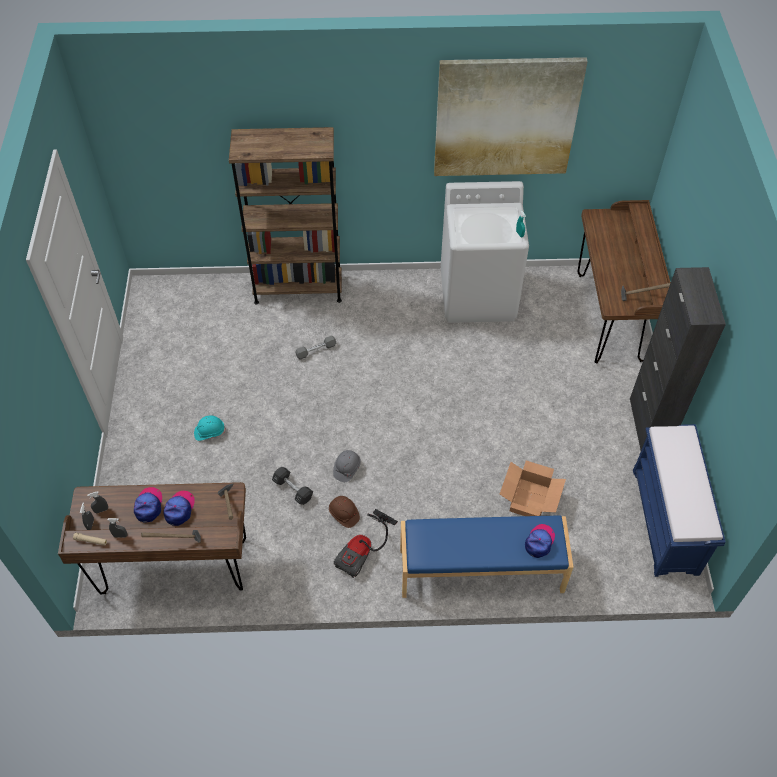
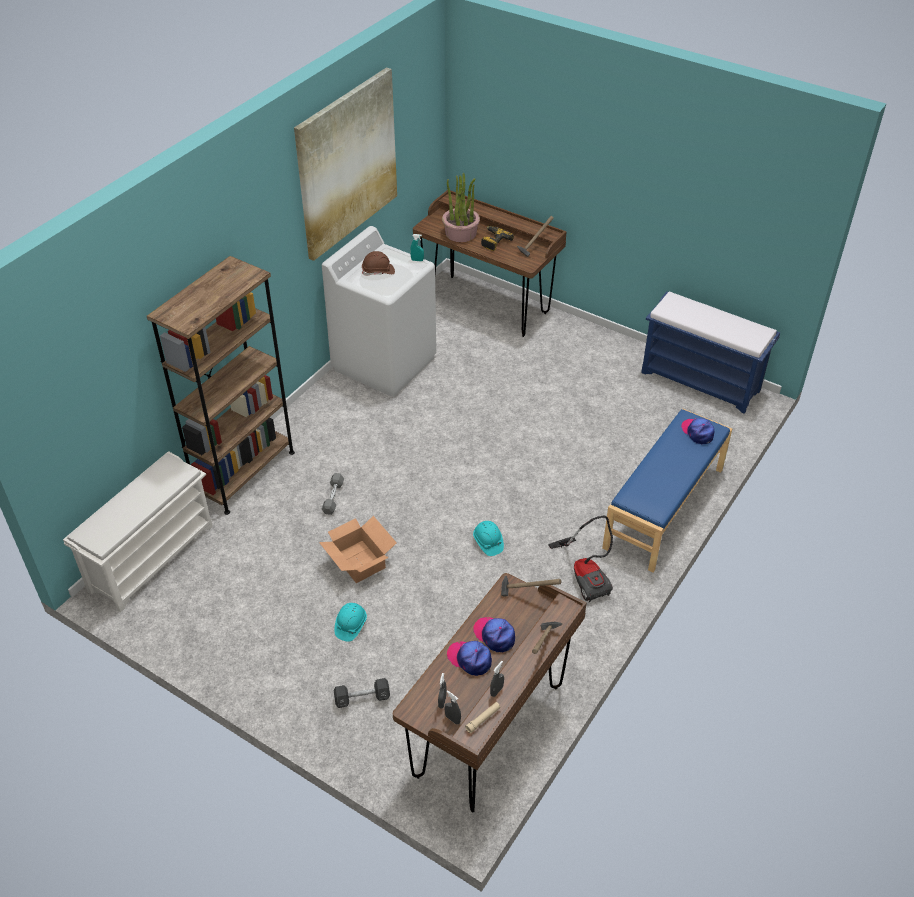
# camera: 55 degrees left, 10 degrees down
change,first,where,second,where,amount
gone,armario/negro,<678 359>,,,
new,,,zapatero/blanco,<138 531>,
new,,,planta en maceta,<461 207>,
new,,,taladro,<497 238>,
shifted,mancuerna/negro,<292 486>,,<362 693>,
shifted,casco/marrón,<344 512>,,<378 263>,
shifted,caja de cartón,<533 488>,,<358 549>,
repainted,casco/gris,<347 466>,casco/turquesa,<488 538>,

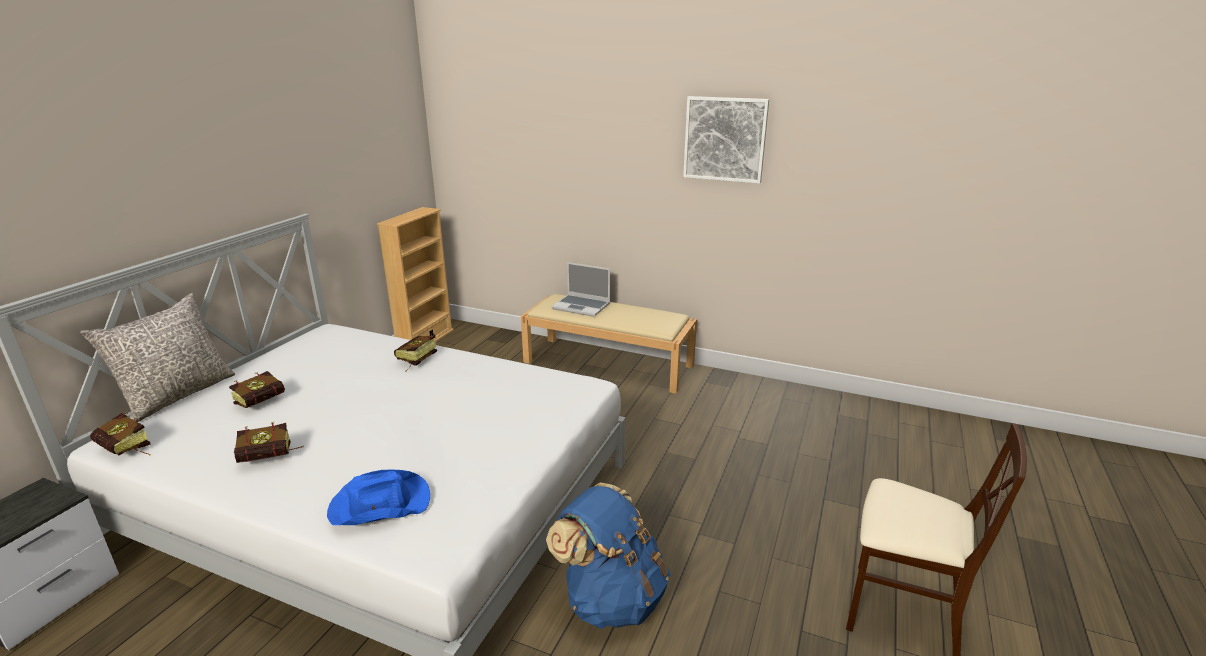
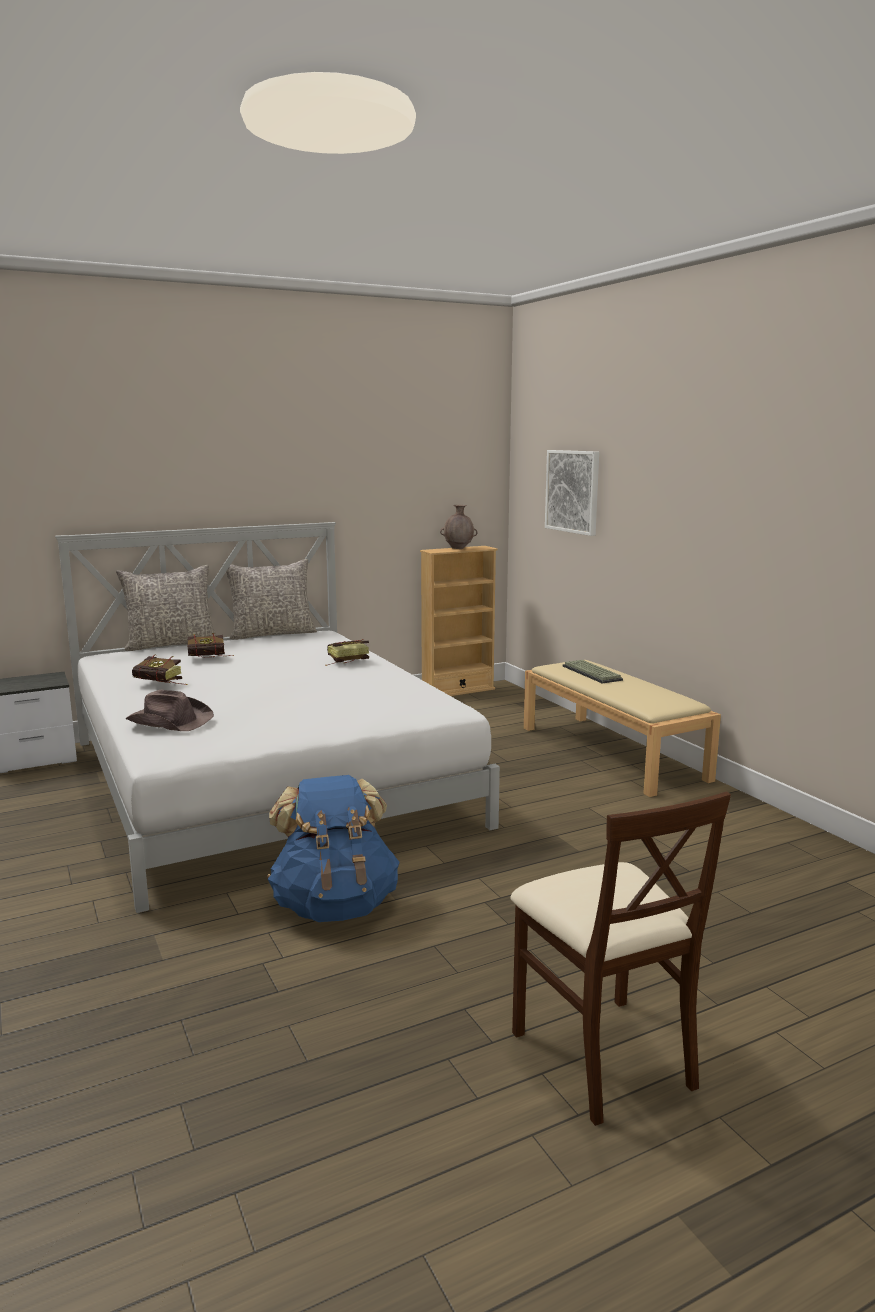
# camera: 40 degrees right, 10 degrees down
change,first,where,second,where,amount
gone,libro,<120 434>,,,
new,,,cojín/gris,<270 599>,
new,,,florero/marrón,<459 527>,
shifted,cuadro,<726 140>,,<572 493>,
swapped,portátil,<581 289>,teclado,<593 672>,
repainted,sombrero/azul,<378 497>,sombrero/marrón,<169 710>,

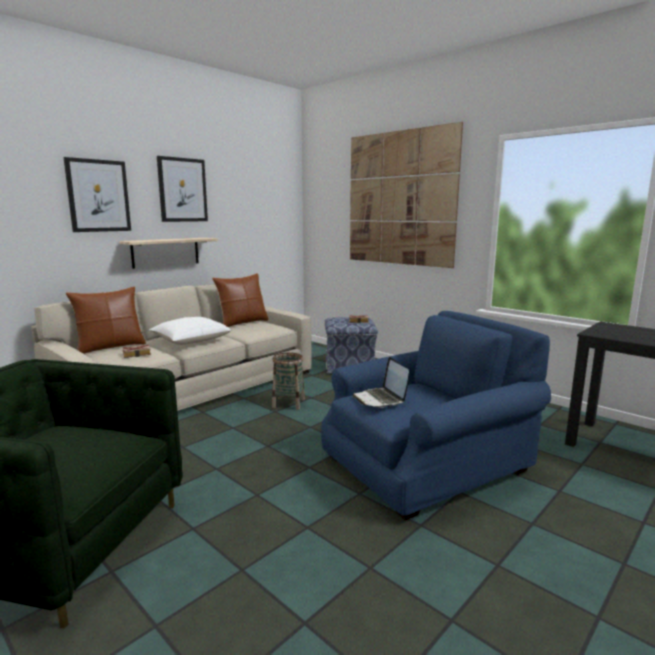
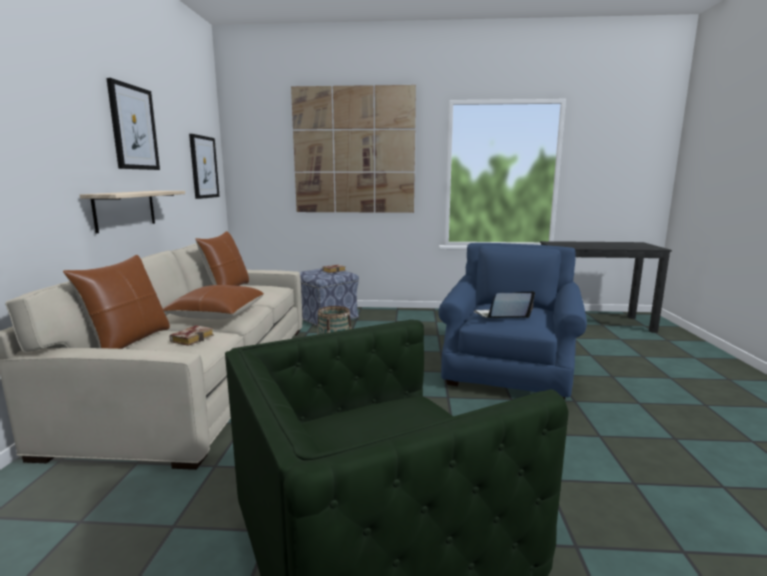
# camera: 40 degrees left, 0 degrees up
change,first,where,second,where,amount
shifted,cuadro,<97 194>,,<204 166>,
repainted,cojín/blanco,<190 331>,cojín/marrón,<213 302>,
rotated,portátil,<381 382>,,<504 304>,135 degrees clockwise

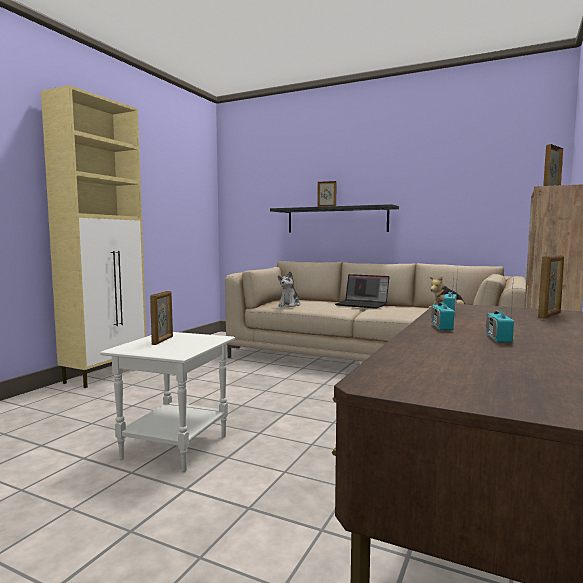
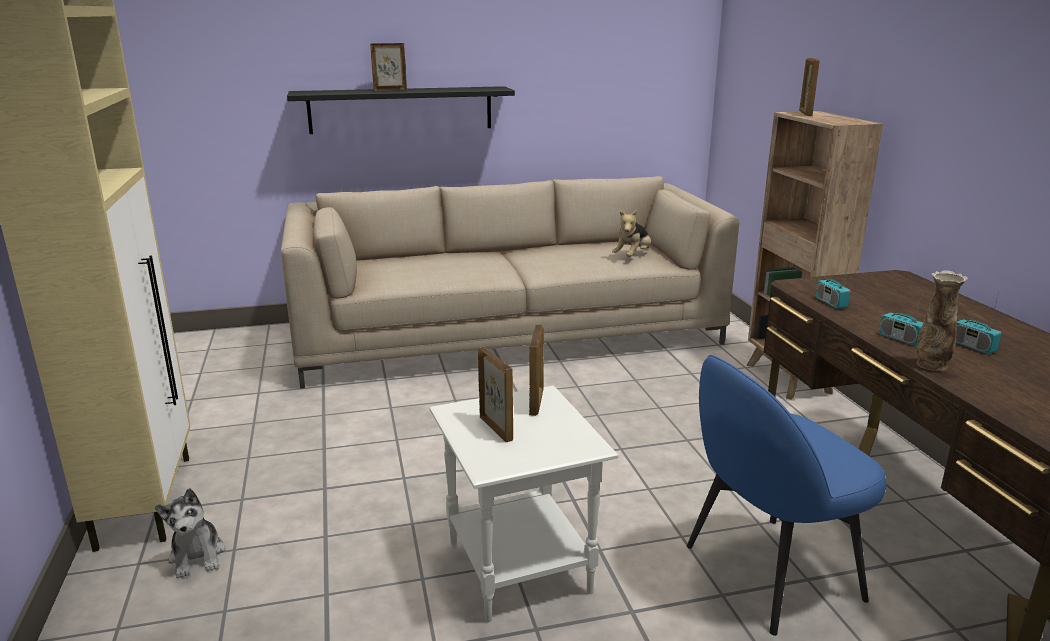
# camera: 40 degrees left, 15 degrees up
change,first,where,second,where,amount
gone,portátil,<362 291>,,,
new,,,silla/azul,<786 495>,
new,,,florero,<942 320>,
shifted,peluche,<289 289>,,<190 533>,
shifted,portarretratos,<551 287>,,<536 370>,

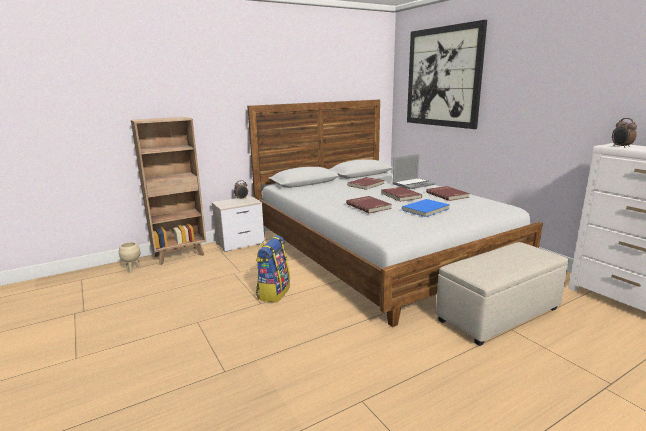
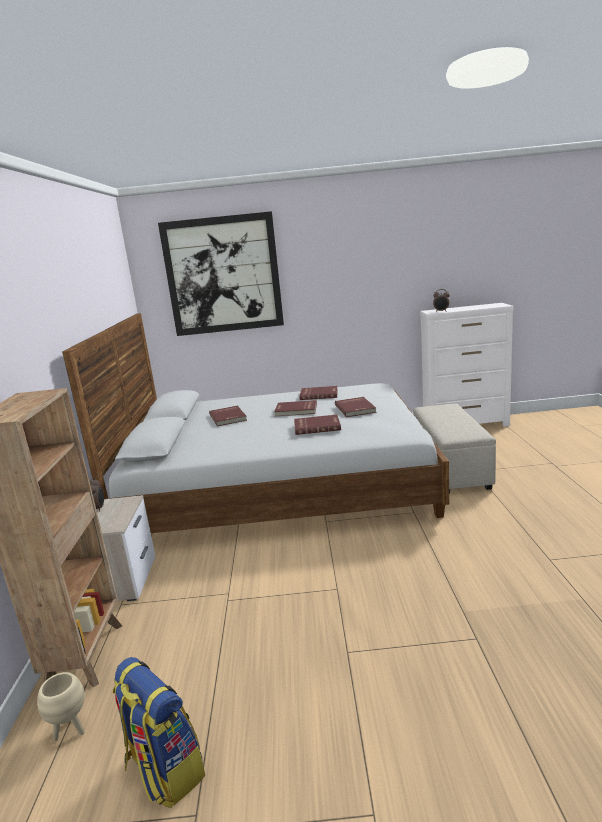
# camera: 60 degrees left, 0 degrees up
change,first,where,second,where,amount
gone,portátil,<414 171>,,,
shifted,mochila,<273 269>,,<159 732>,
repainted,libro/azul,<426 208>,libro/rojo,<356 407>,

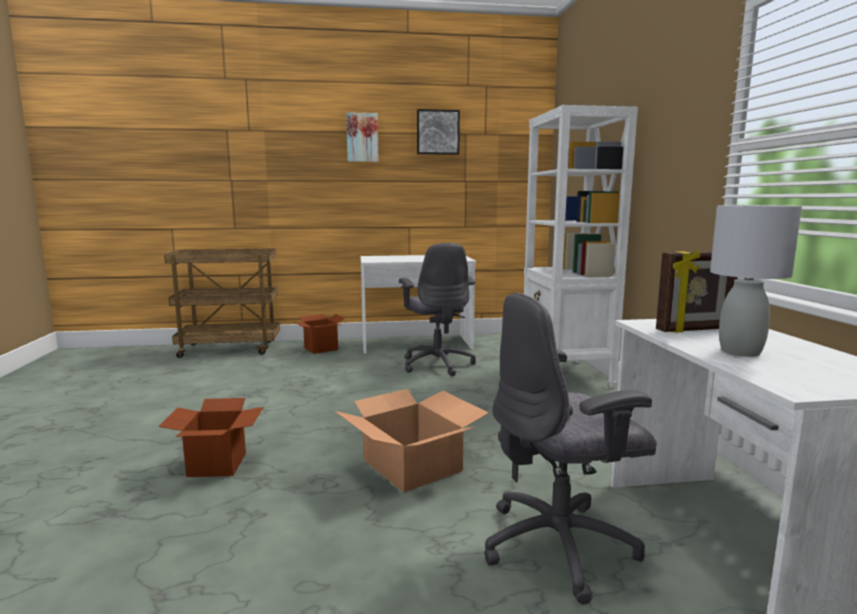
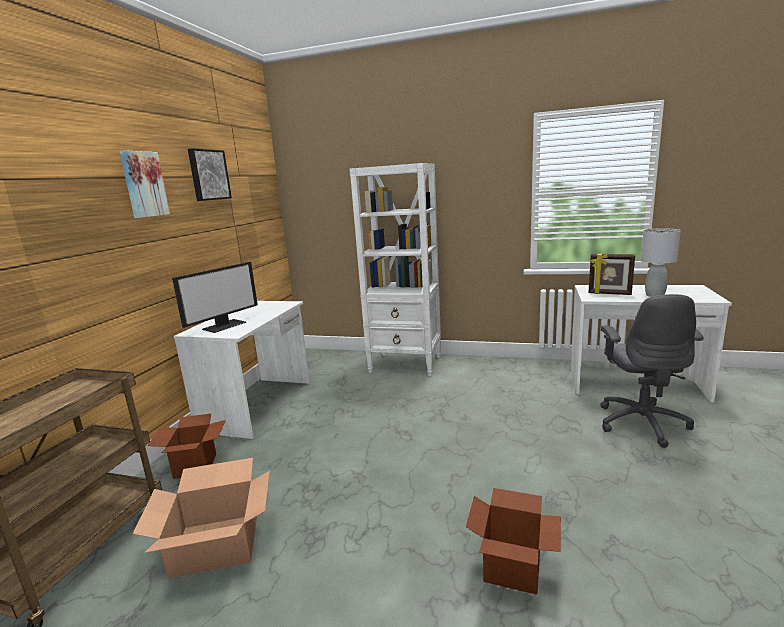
# camera: 65 degrees left, 5 degrees up
change,first,where,second,where,amount
gone,silla de oficina/gris,<437 309>,,,
new,,,monitor,<215 297>,
shifted,caja de cartón,<412 441>,,<201 518>,
rotated,portarretratos,<697 291>,,<611 274>,105 degrees clockwise

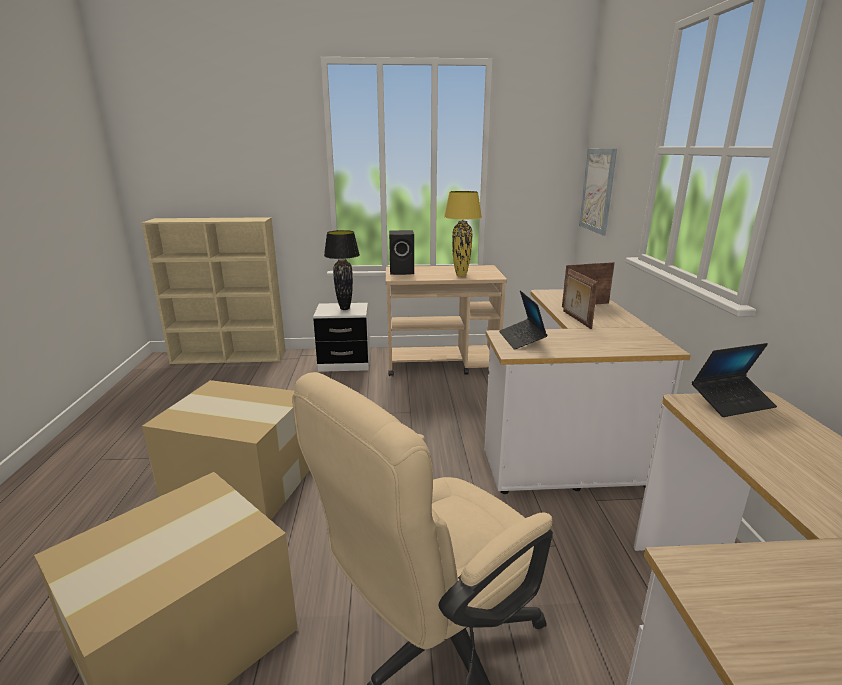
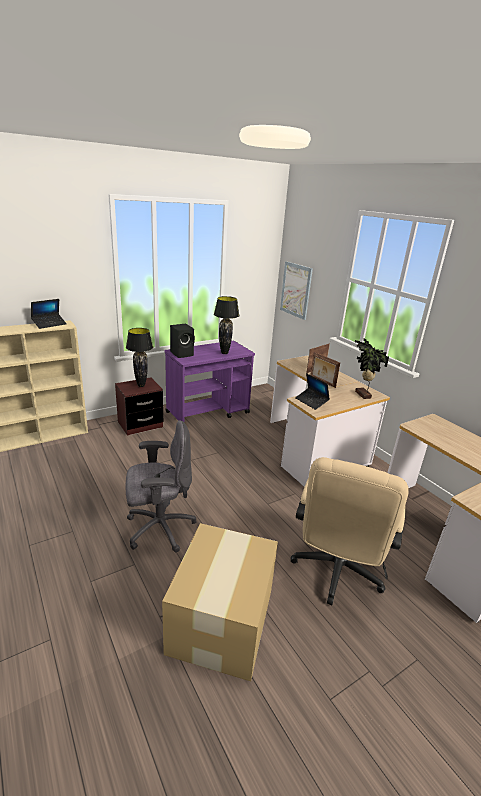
# camera: 30 degrees left, 5 degrees up
change,first,where,second,where,amount
new,,,planta en maceta,<372 368>,
shifted,portátil,<734 380>,,<49 314>,
swapped,caja de cartón,<226 450>,silla de oficina/gris,<161 486>,
repainted,mesita de noche/blanco,<341 337>,mesita de noche/marrón,<139 406>,
repainted,carrito/beis,<446 321>,carrito/morado,<210 381>,
repainted,lámpara de mesa/amarillo,<463 234>,lámpara de mesa/negro,<226 325>,

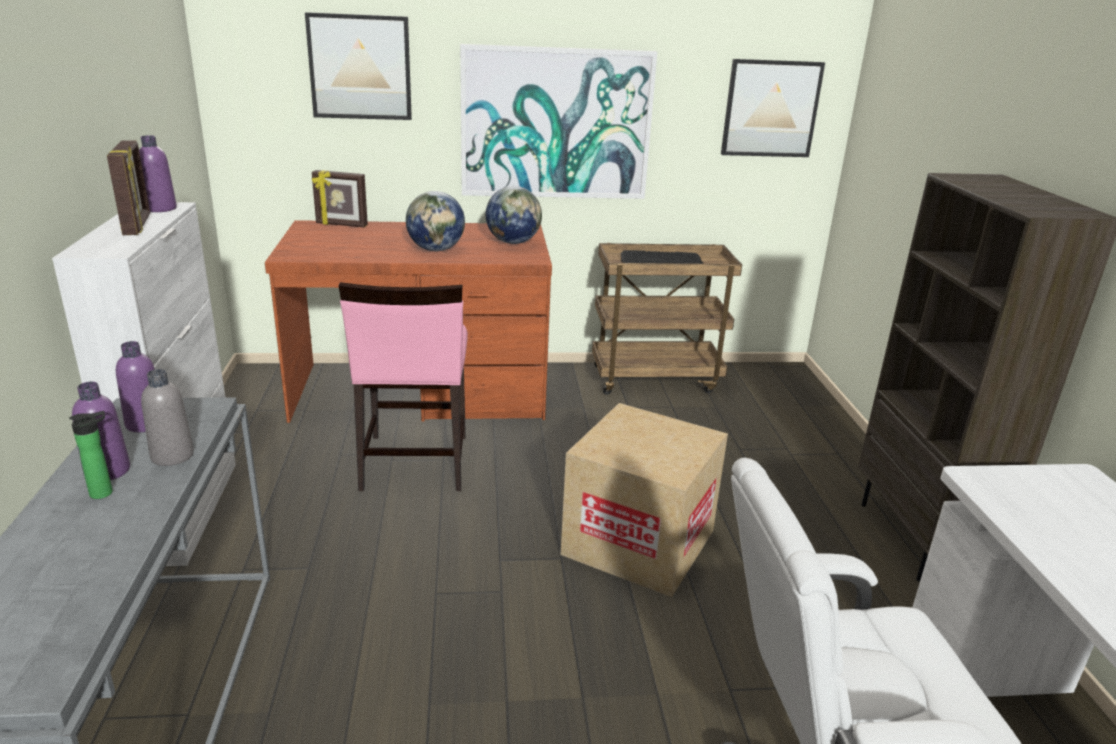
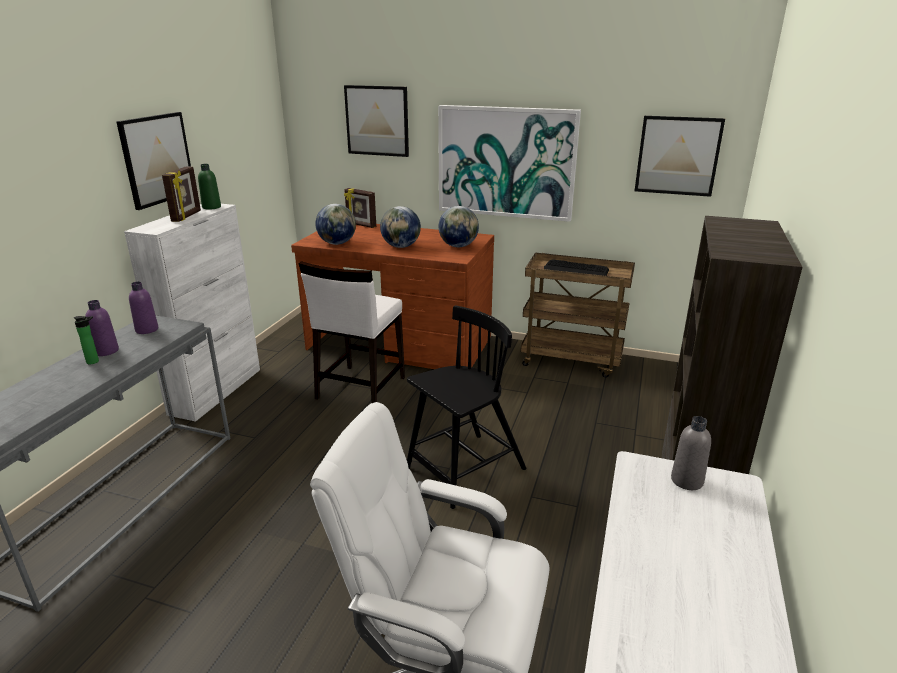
# camera: 25 degrees right, 0 degrees up
change,first,where,second,where,amount
new,,,cuadro,<153 161>,
new,,,globo terráqueo,<335 224>,
shifted,botella/gris,<167 417>,,<691 453>,
swapped,caja de cartón,<644 500>,silla/negro,<467 407>,
repainted,botella/morado,<158 173>,botella/verde,<209 187>,
repainted,silla/rosa,<403 386>,silla/blanco,<352 332>,

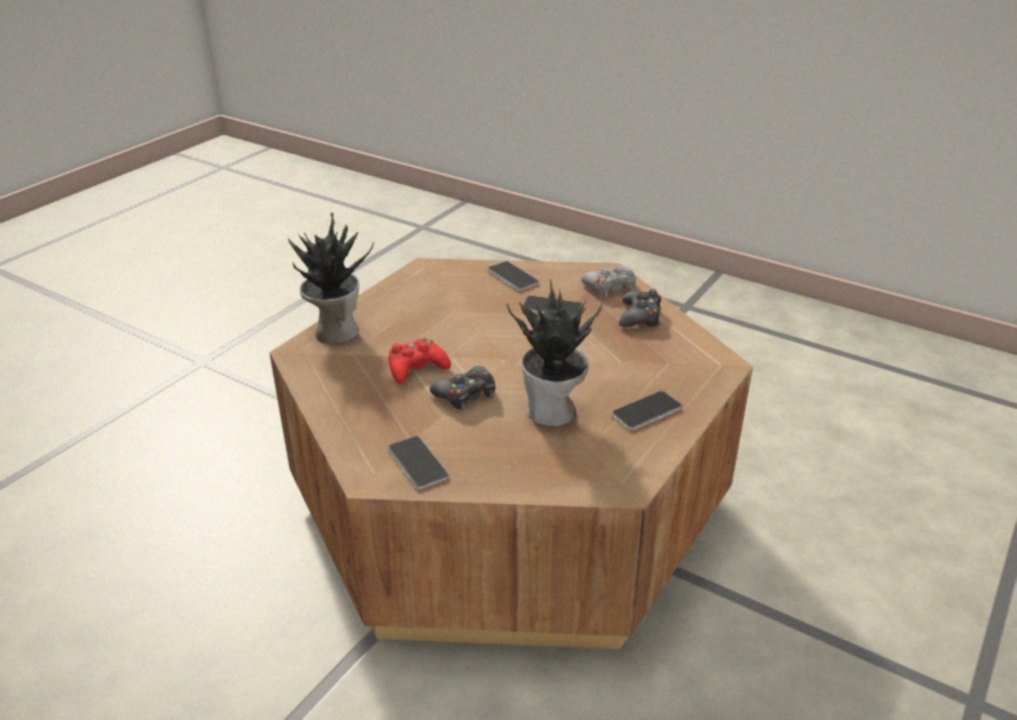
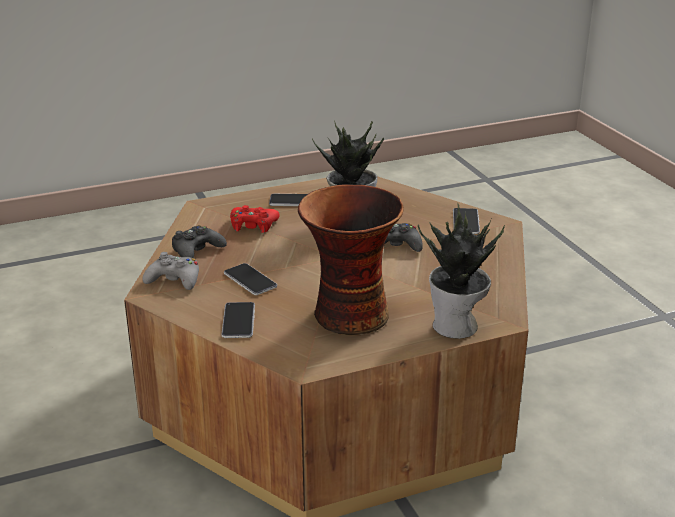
# camera: 145 degrees left, 5 degrees down
change,first,where,second,where,amount
new,,,florero,<351 259>,
shifted,mando de consola/rojo,<419 360>,,<255 219>,

